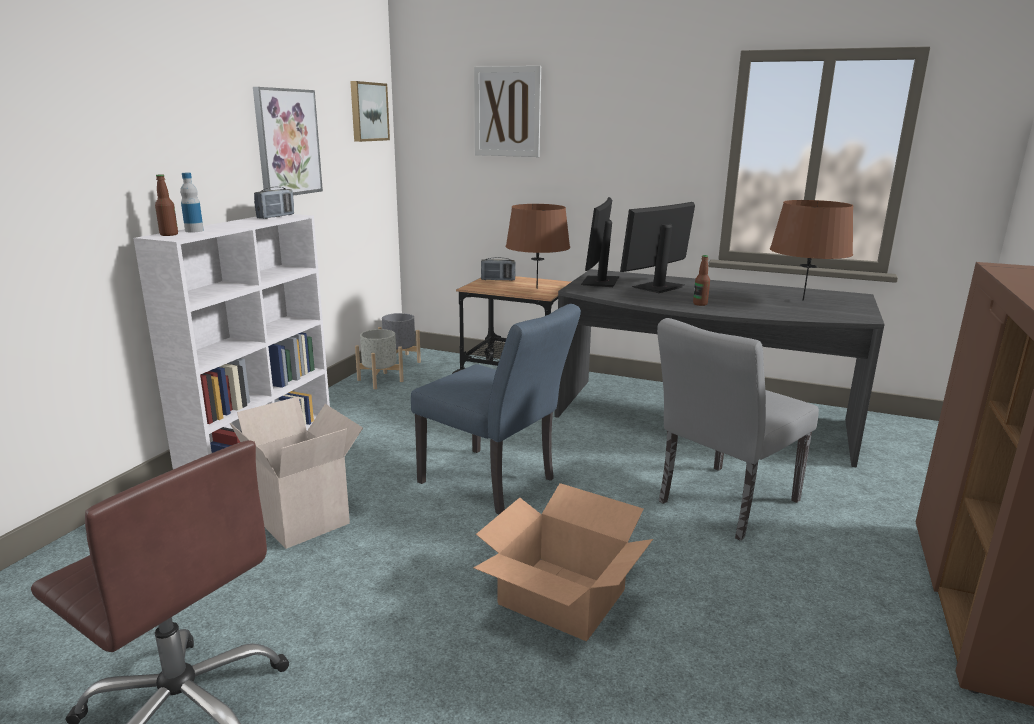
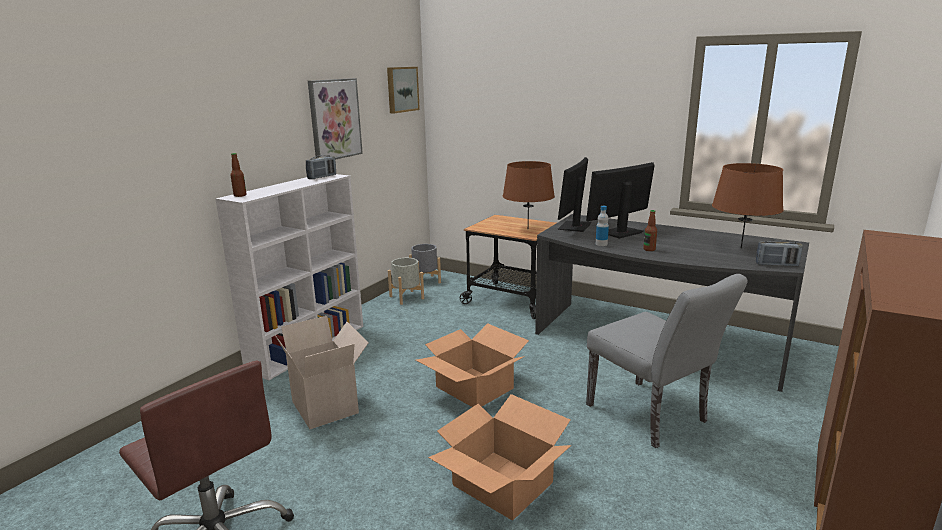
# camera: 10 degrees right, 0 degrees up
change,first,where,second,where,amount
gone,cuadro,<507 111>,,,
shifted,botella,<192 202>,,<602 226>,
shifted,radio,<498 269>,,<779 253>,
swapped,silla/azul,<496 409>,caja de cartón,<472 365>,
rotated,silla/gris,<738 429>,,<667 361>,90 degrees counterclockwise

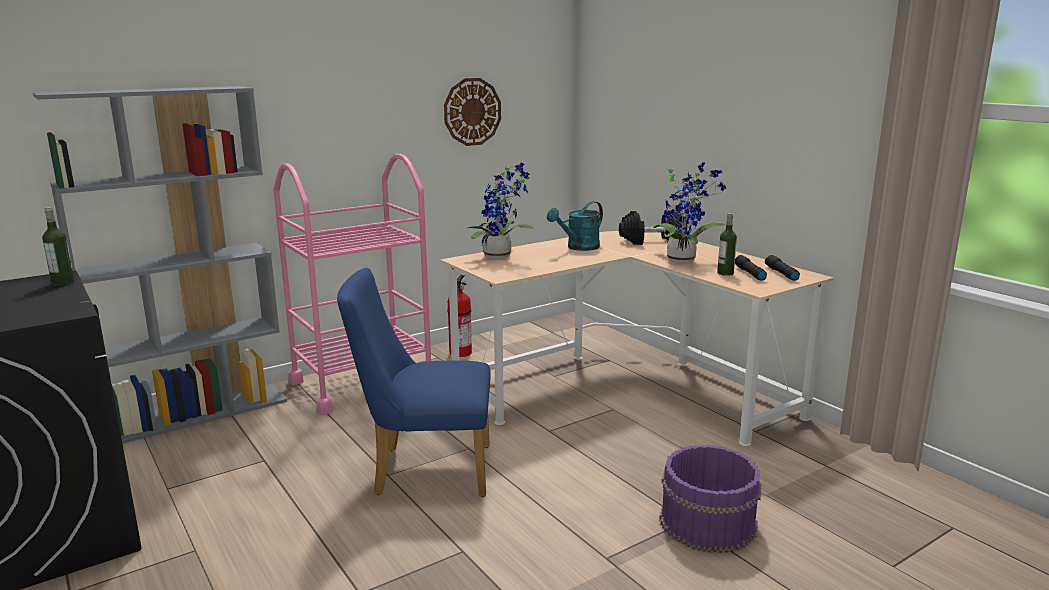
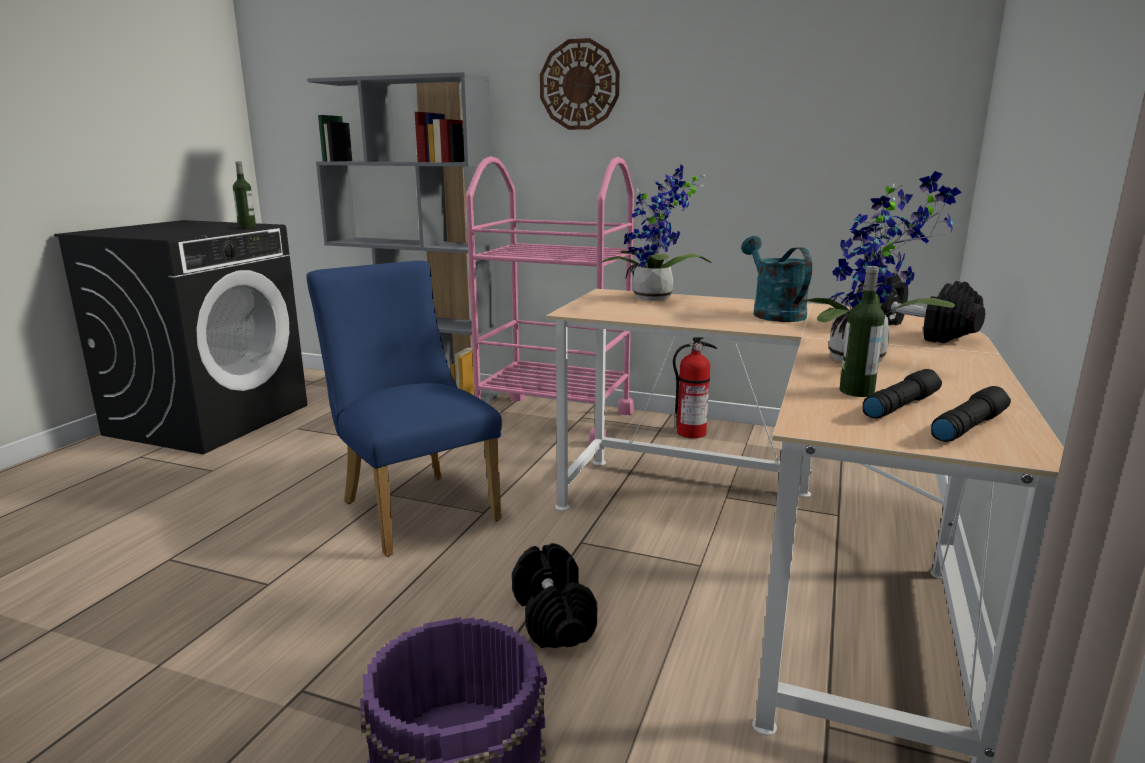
# camera: 55 degrees right, 0 degrees up
change,first,where,second,where,amount
new,,,mancuerna/negro,<554 595>,
shifted,reloj de pared,<472 112>,,<580 84>,
rotated,regadera/turquesa,<575 226>,,<776 279>,60 degrees clockwise

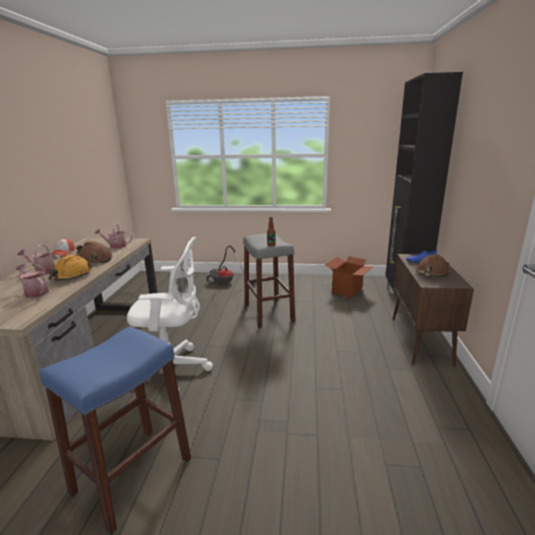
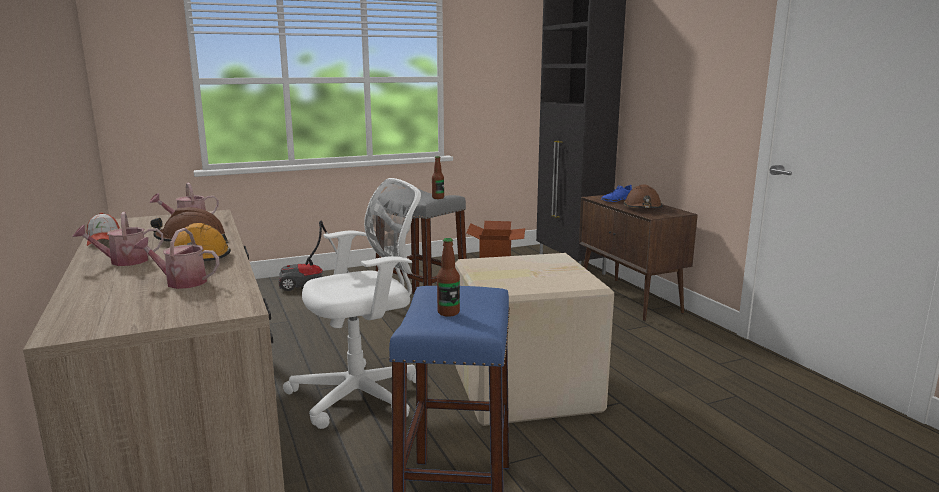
# camera: 30 degrees left, 5 degrees down
change,first,where,second,where,amount
new,,,botella,<448 277>,
new,,,caja de cartón,<534 339>,

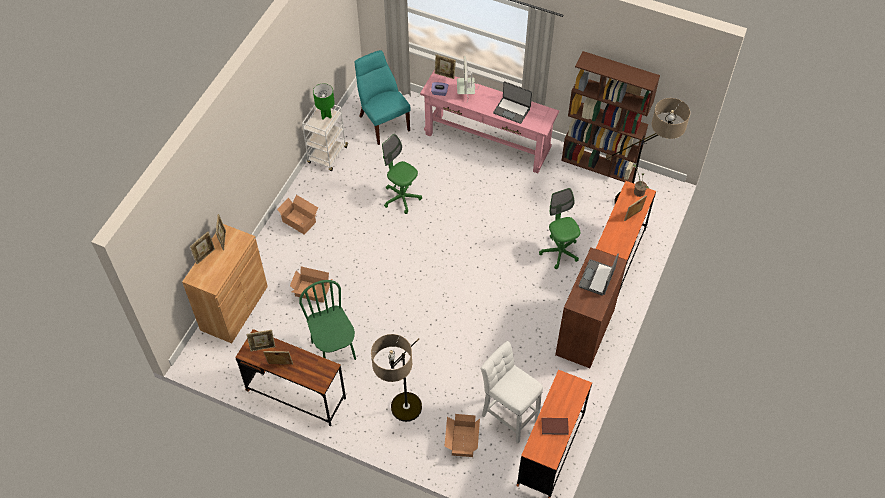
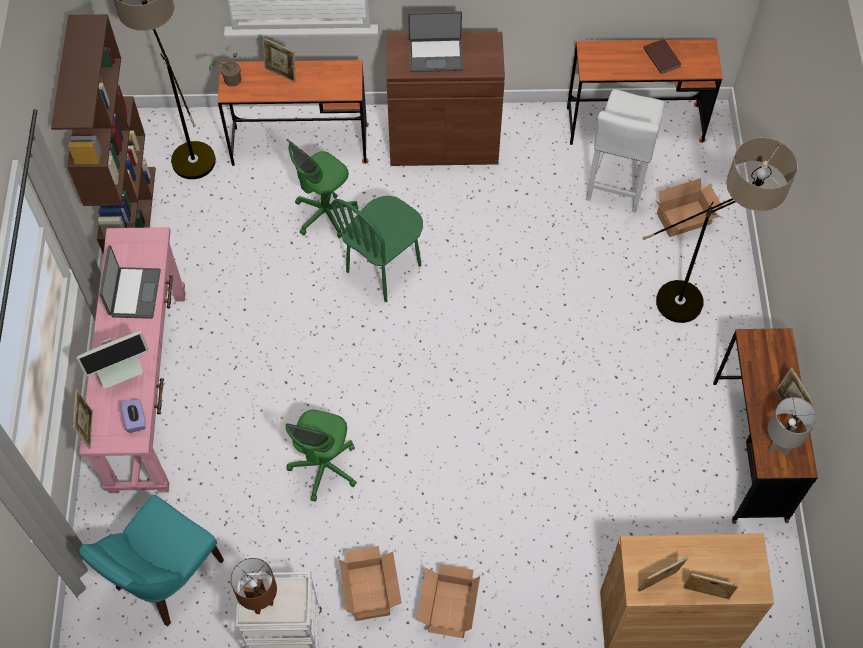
# camera: 115 degrees left, 5 degrees up
change,first,where,second,where,amount
shifted,caja de cartón,<311 284>,,<370 583>,
shifted,silla/verde,<327 320>,,<377 249>,
swapped,portarretratos,<261 340>,lámpara de mesa/gris,<792 426>,
repainted,lámpara de mesa/verde,<324 101>,lámpara de mesa/marrón,<254 586>,

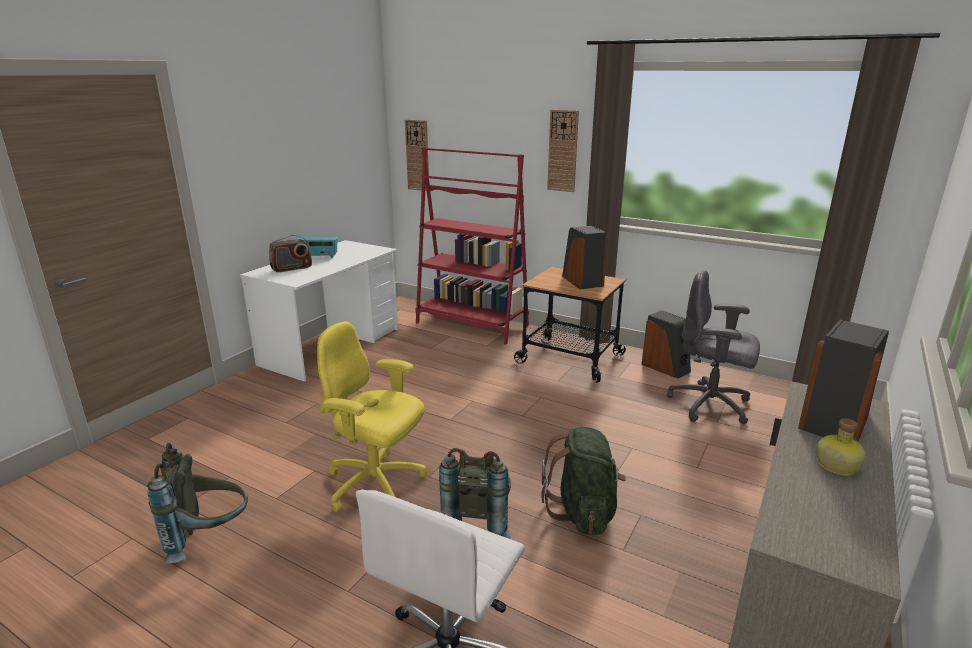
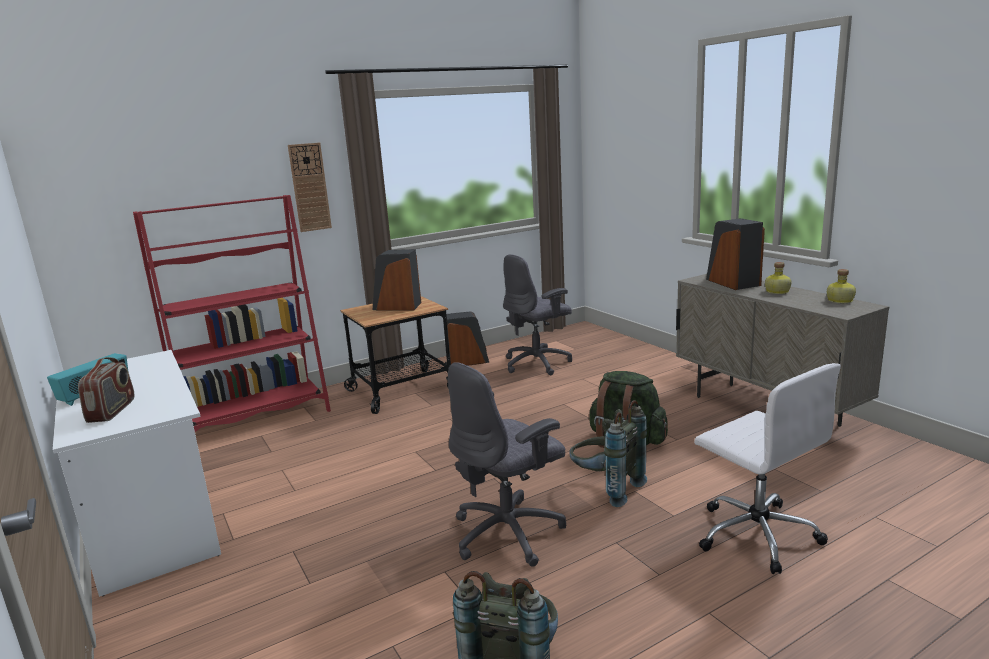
# camera: 60 degrees left, 5 degrees down
change,first,where,second,where,amount
gone,reloj de pared,<417 155>,,,
new,,,botella,<841 286>,
repainted,silla de oficina/amarillo,<372 417>,silla de oficina/gris,<507 464>,

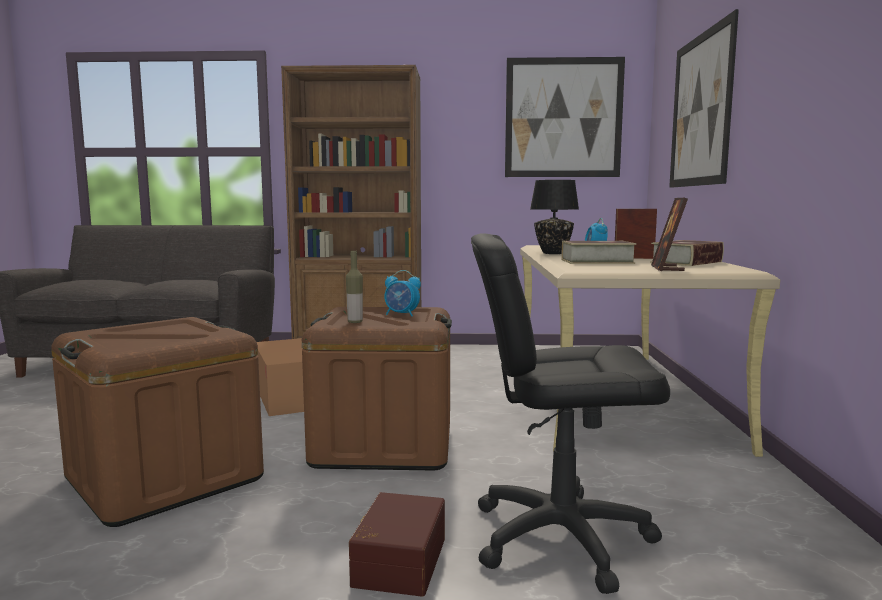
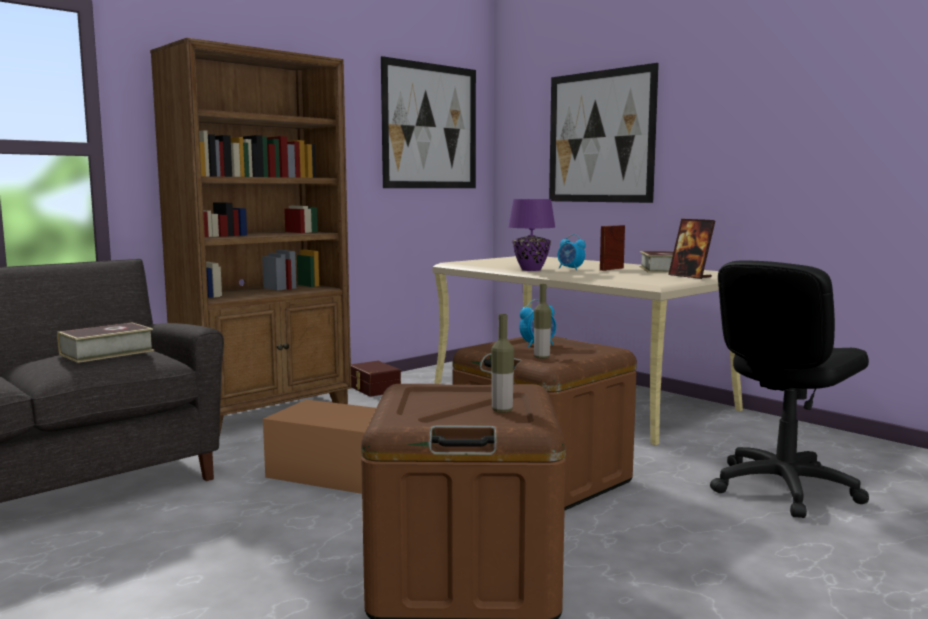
# camera: 45 degrees left, 0 degrees up
change,first,where,second,where,amount
new,,,botella,<502 363>,
shifted,caja de almacenaje/marrón,<397 544>,,<376 379>,
shifted,libro,<599 252>,,<105 342>,
repainted,lámpara de mesa/negro,<554 217>,lámpara de mesa/morado,<532 235>,

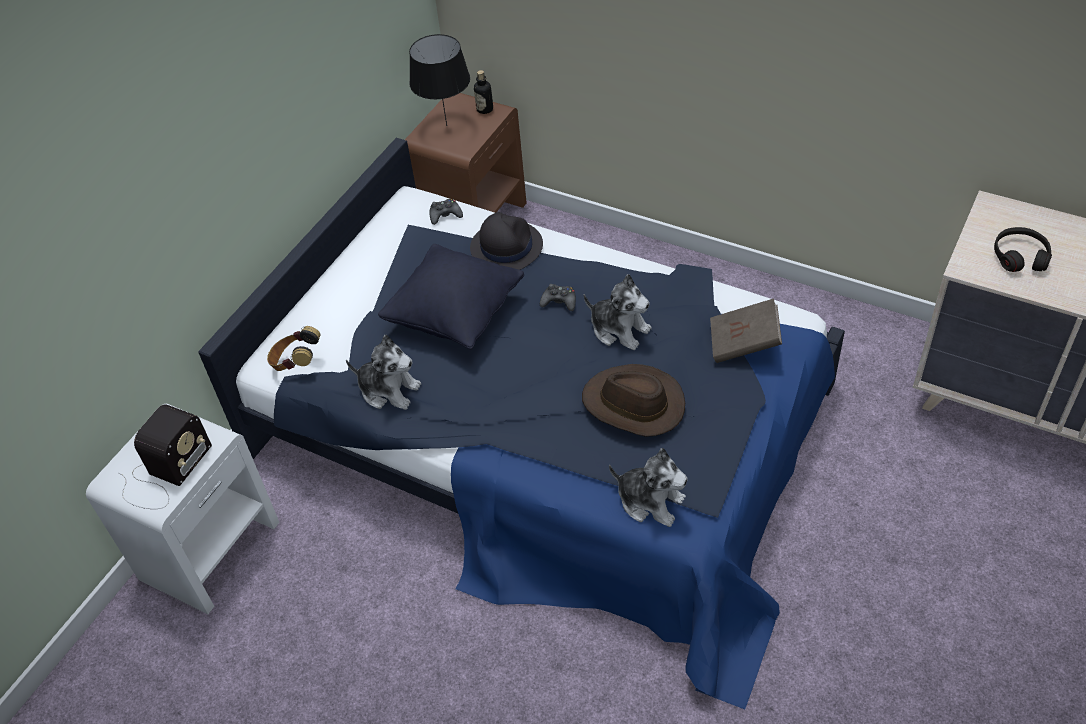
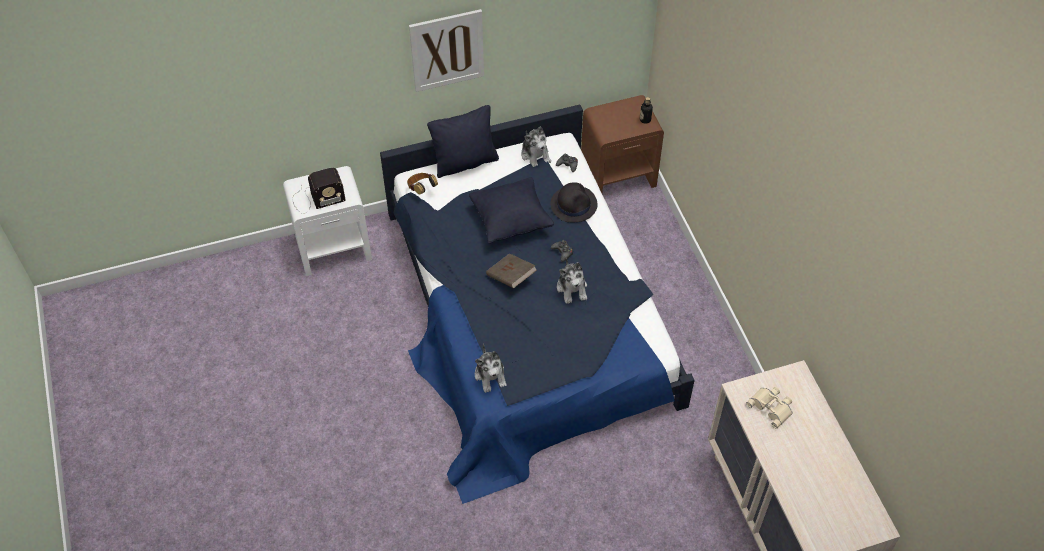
# camera: 40 degrees right, 5 degrees up
change,first,where,second,where,amount
gone,lámpara de mesa/negro,<439 80>,,,
gone,sombrero/marrón,<633 400>,,,
new,,,cuadro,<446 50>,
new,,,cojín/negro,<463 141>,
shifted,peluche,<383 372>,,<536 146>,
shifted,libro/marrón,<746 330>,,<511 271>,
swapped,auriculares/negro,<1023 249>,prismáticos/beis,<769 407>,

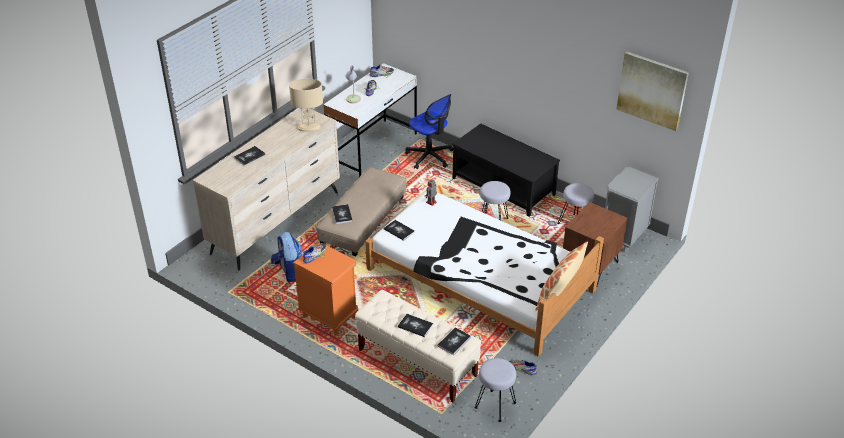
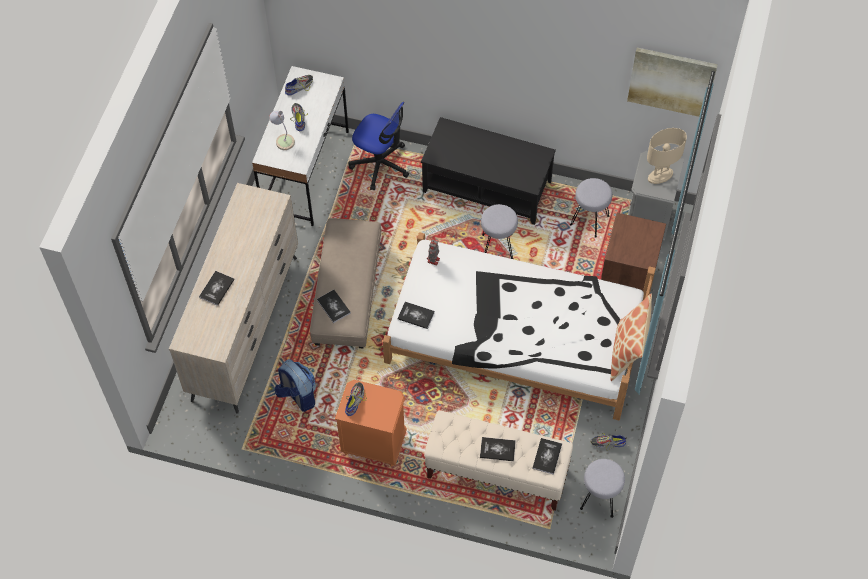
# camera: 20 degrees left, 20 degrees up
change,first,where,second,where,amount
shifted,lámpara de mesa/beis,<306 105>,,<667 156>,

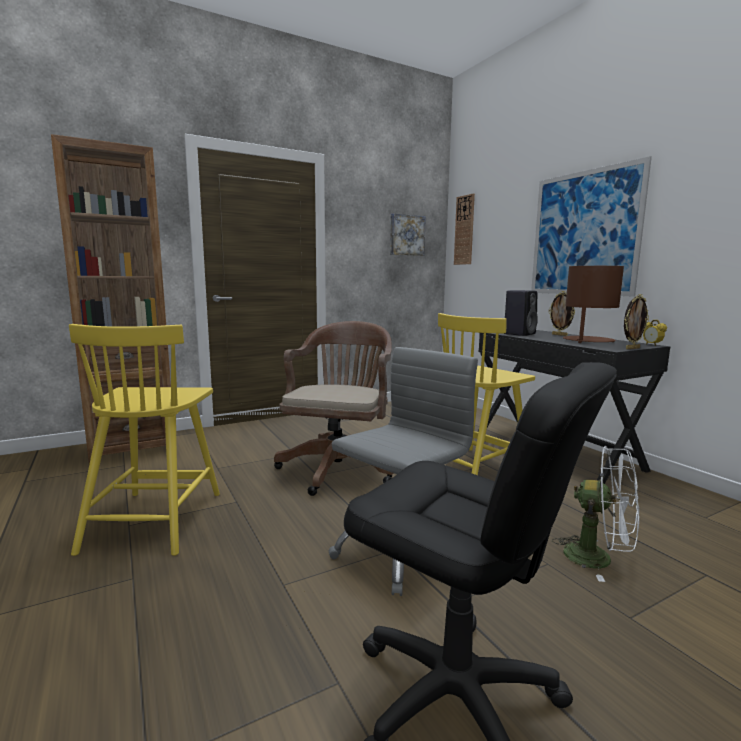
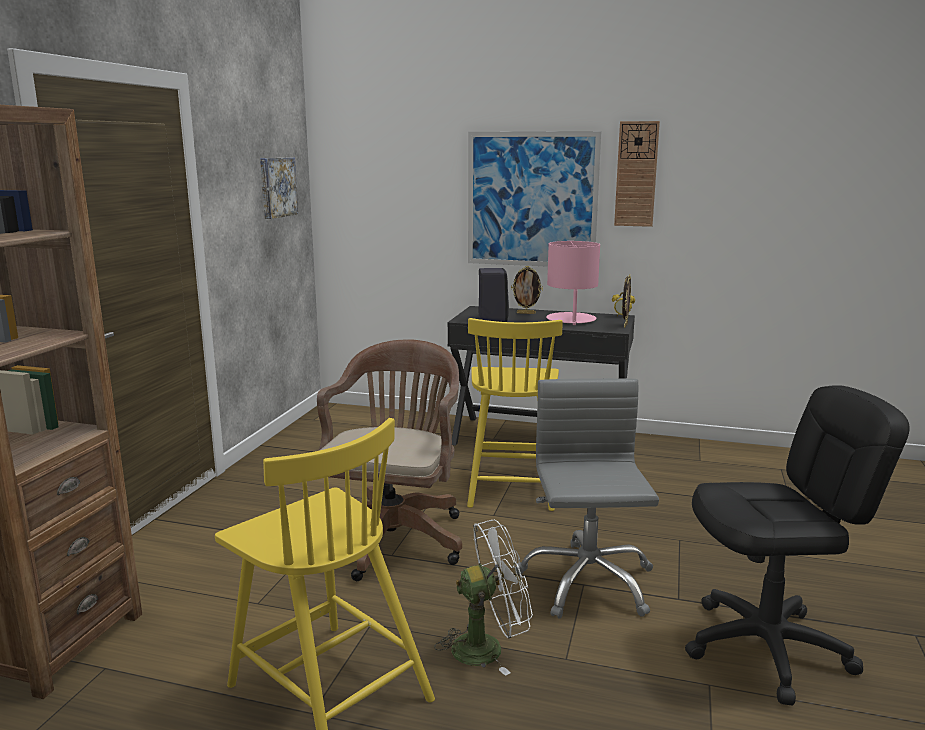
# camera: 45 degrees left, 5 degrees up
change,first,where,second,where,amount
shifted,reloj de pared,<464 229>,,<637 174>,
shifted,ventilador/blanco,<595 514>,,<483 598>,
repainted,lámpara de mesa/marrón,<593 304>,lámpara de mesa/rosa,<573 283>,
rotated,silla de oficina/marrón,<334 408>,,<389 460>,45 degrees clockwise

